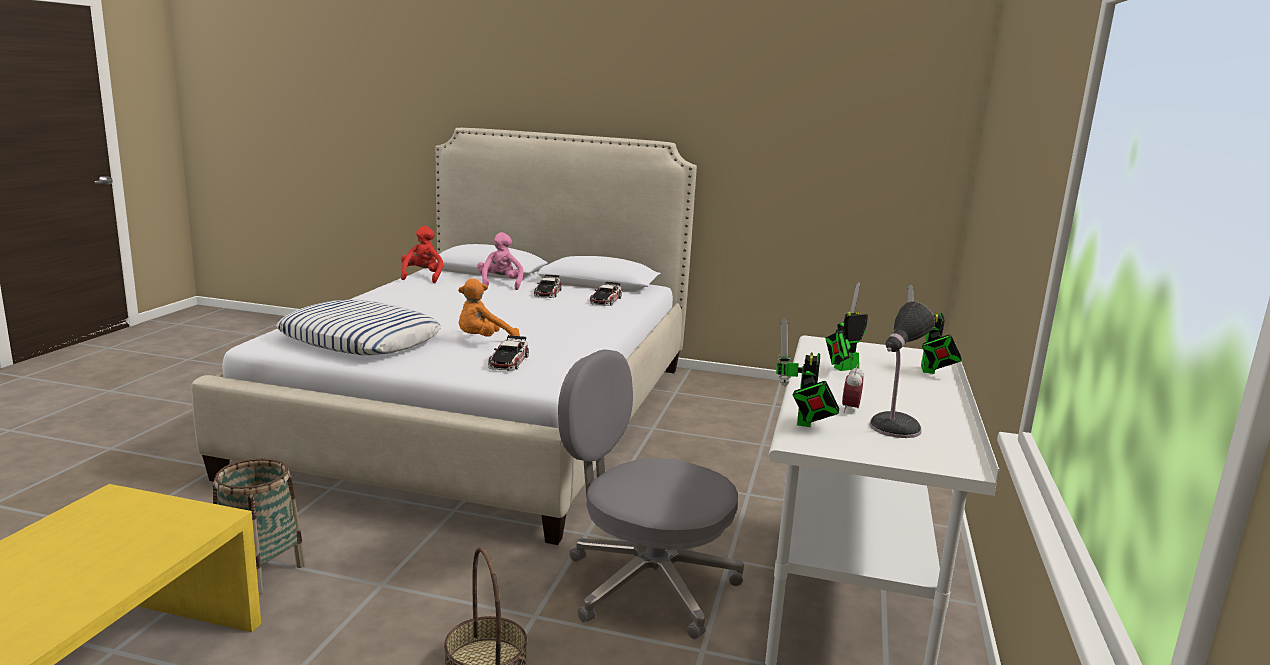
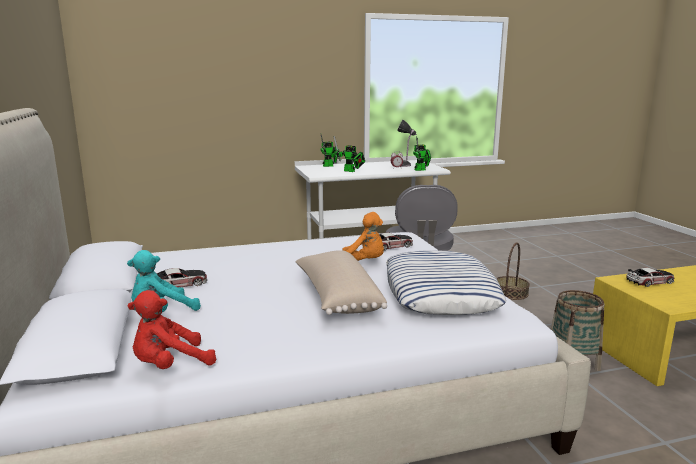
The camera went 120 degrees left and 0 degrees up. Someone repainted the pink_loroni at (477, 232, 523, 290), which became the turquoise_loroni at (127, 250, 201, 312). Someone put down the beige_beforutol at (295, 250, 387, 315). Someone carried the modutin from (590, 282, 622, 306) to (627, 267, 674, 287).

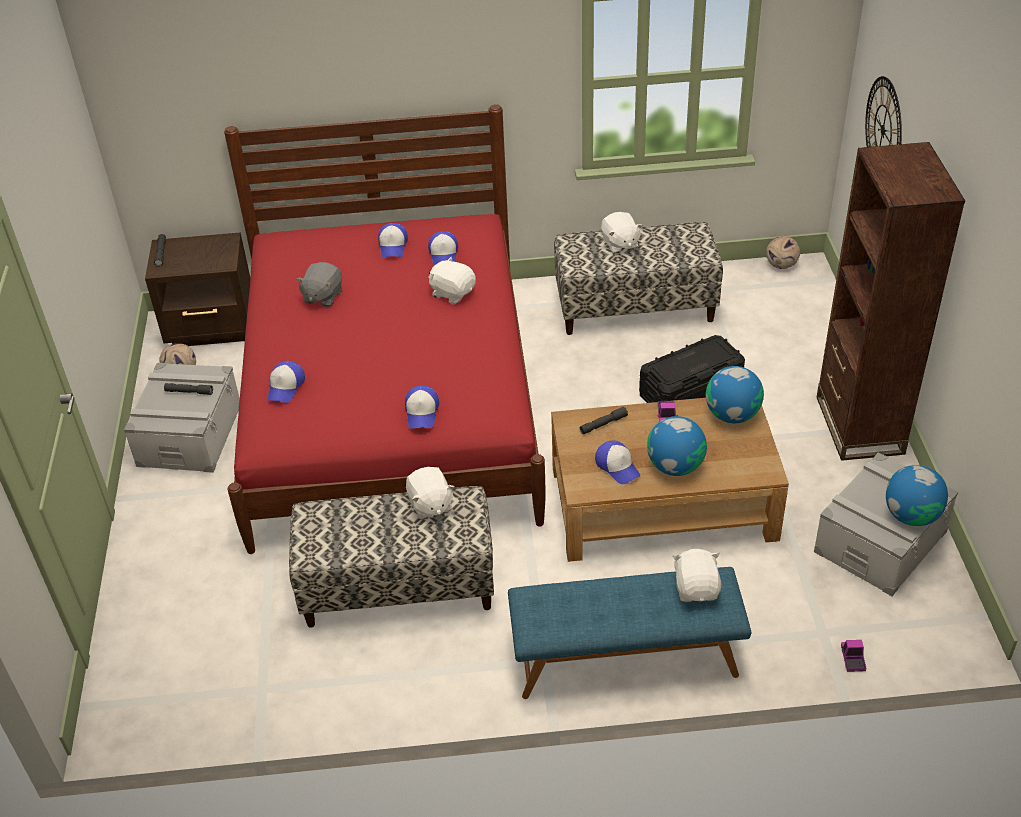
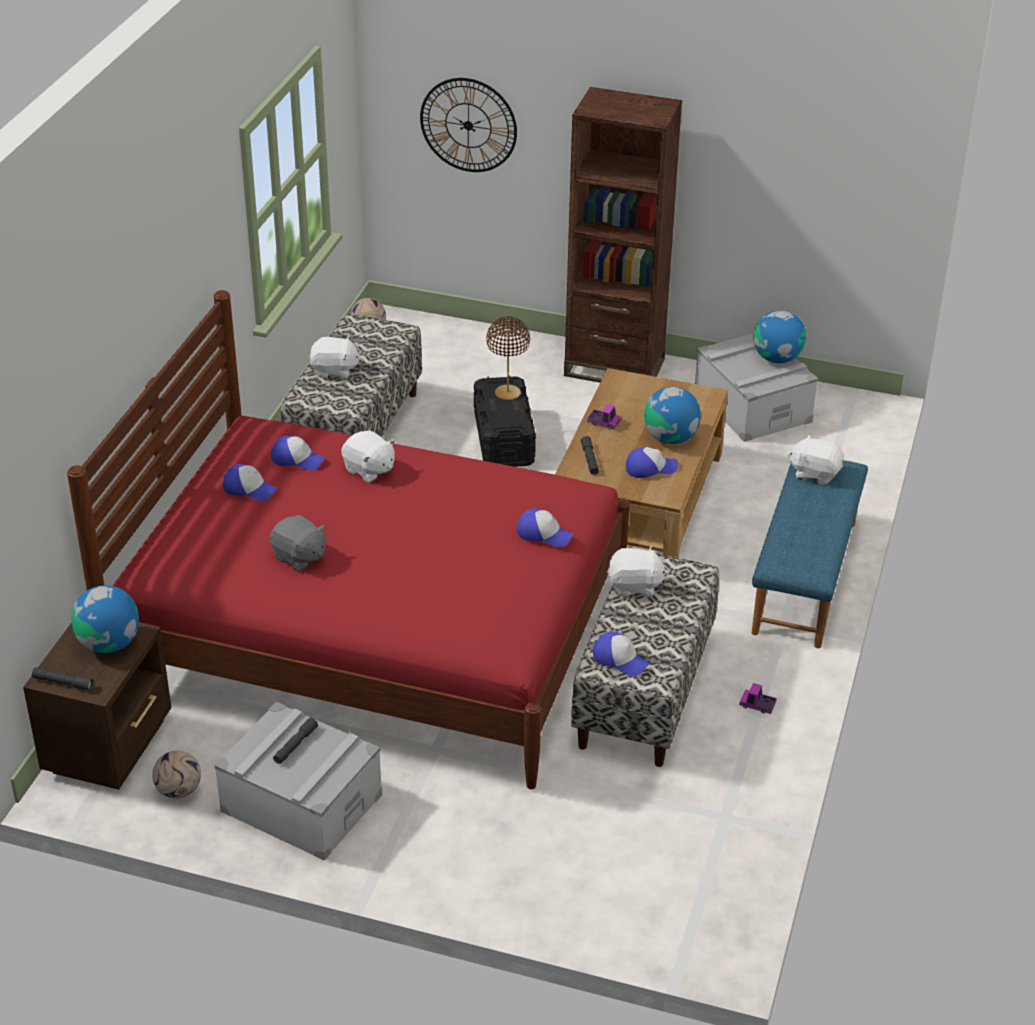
The camera went 70 degrees left and 5 degrees down. Someone carried the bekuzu from (706, 366, 764, 423) to (71, 585, 139, 653). Someone rotated the white_loroni at (428, 257, 476, 305) by 105 degrees counterclockwise. Someone put down the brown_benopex at (486, 316, 530, 400). Someone carried the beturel from (267, 361, 305, 403) to (593, 632, 649, 677). Someone carried the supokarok from (841, 640, 866, 672) to (739, 683, 777, 714).

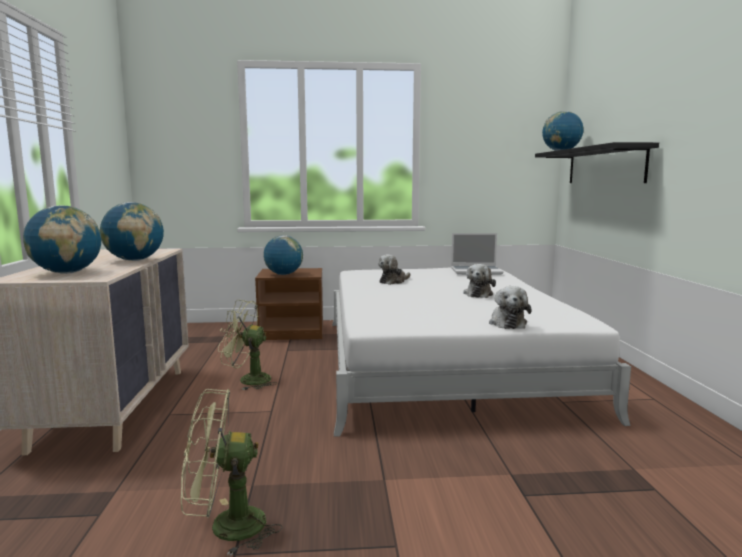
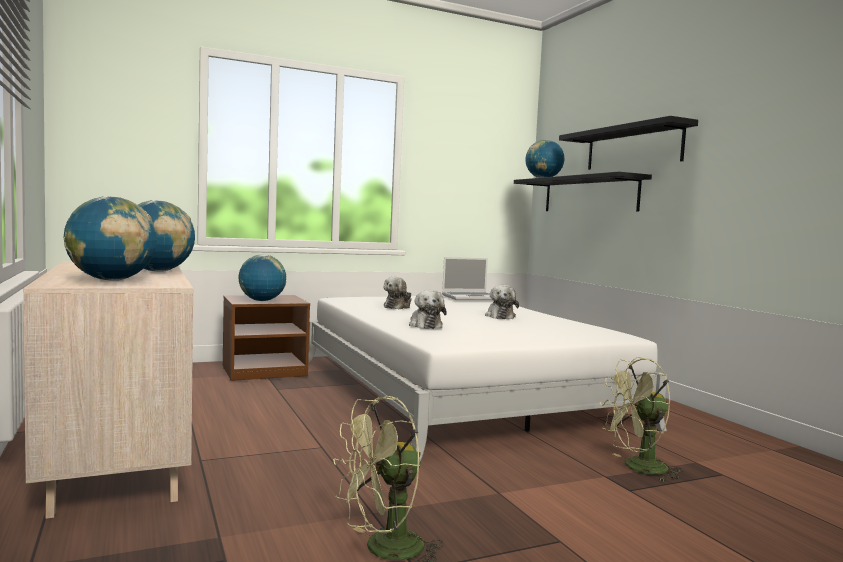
The camera went 20 degrees left and 5 degrees down. Someone carried the loroni from (489, 286, 531, 329) to (409, 290, 447, 329). Someone put up the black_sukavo at (559, 116, 698, 170). Someone carried the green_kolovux from (218, 300, 277, 390) to (600, 357, 683, 481).

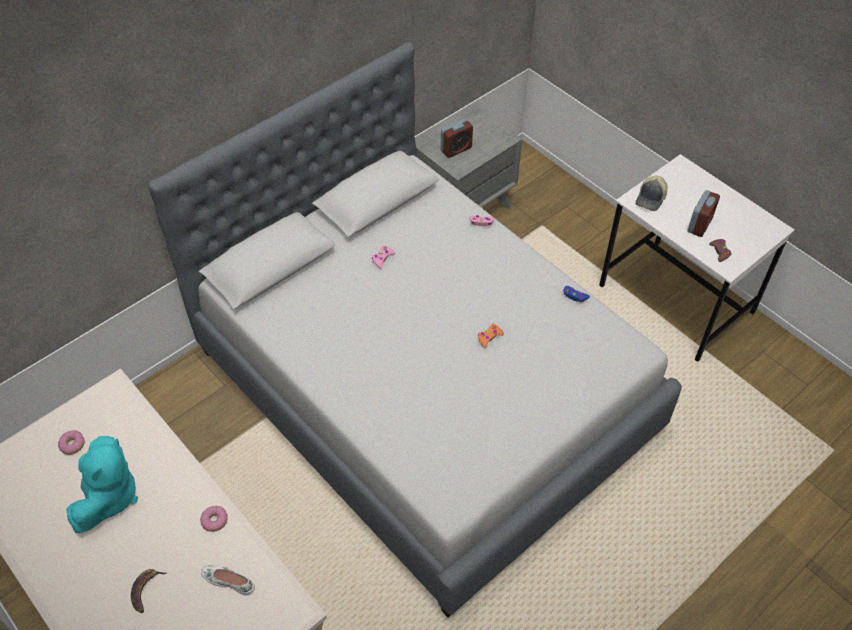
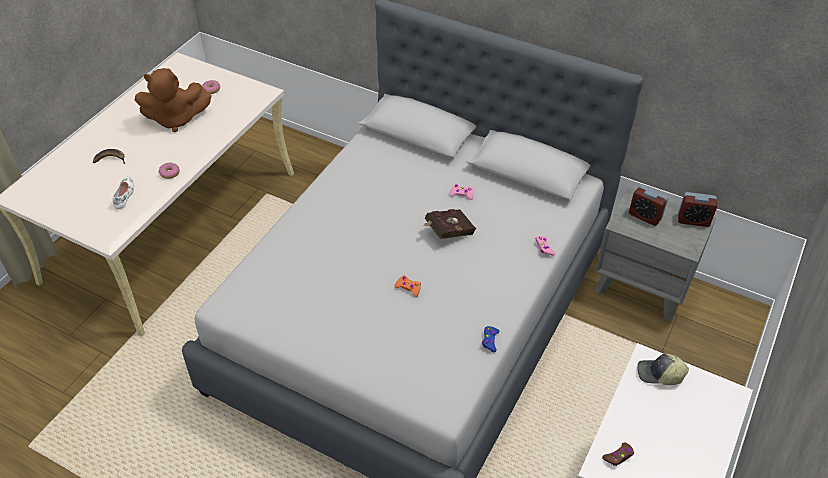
The camera went 70 degrees right and 5 degrees down. Someone repainted the turquoise_loroni at (66, 436, 138, 533), which became the brown_loroni at (135, 68, 211, 132). Someone put down the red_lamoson at (423, 209, 476, 239). Someone carried the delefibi from (687, 190, 720, 237) to (678, 192, 717, 227).

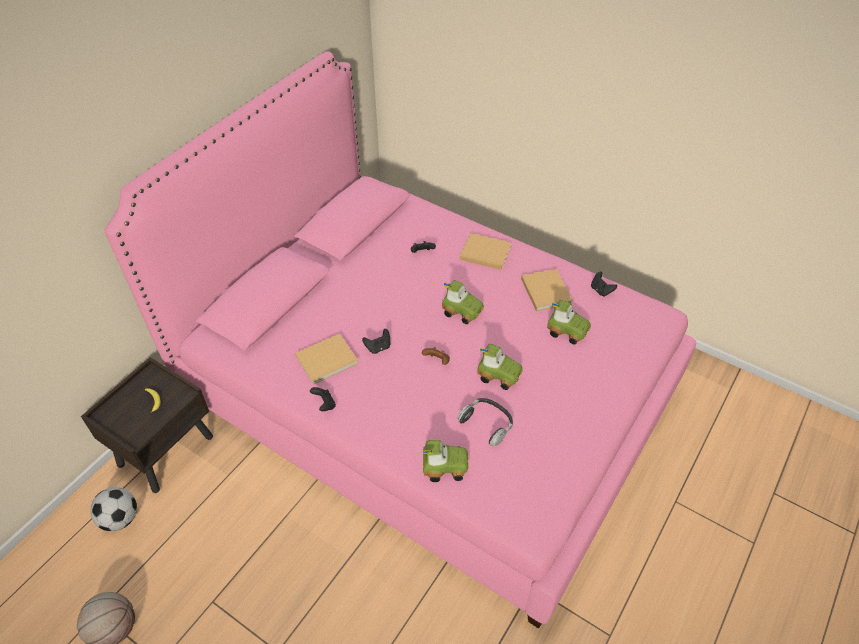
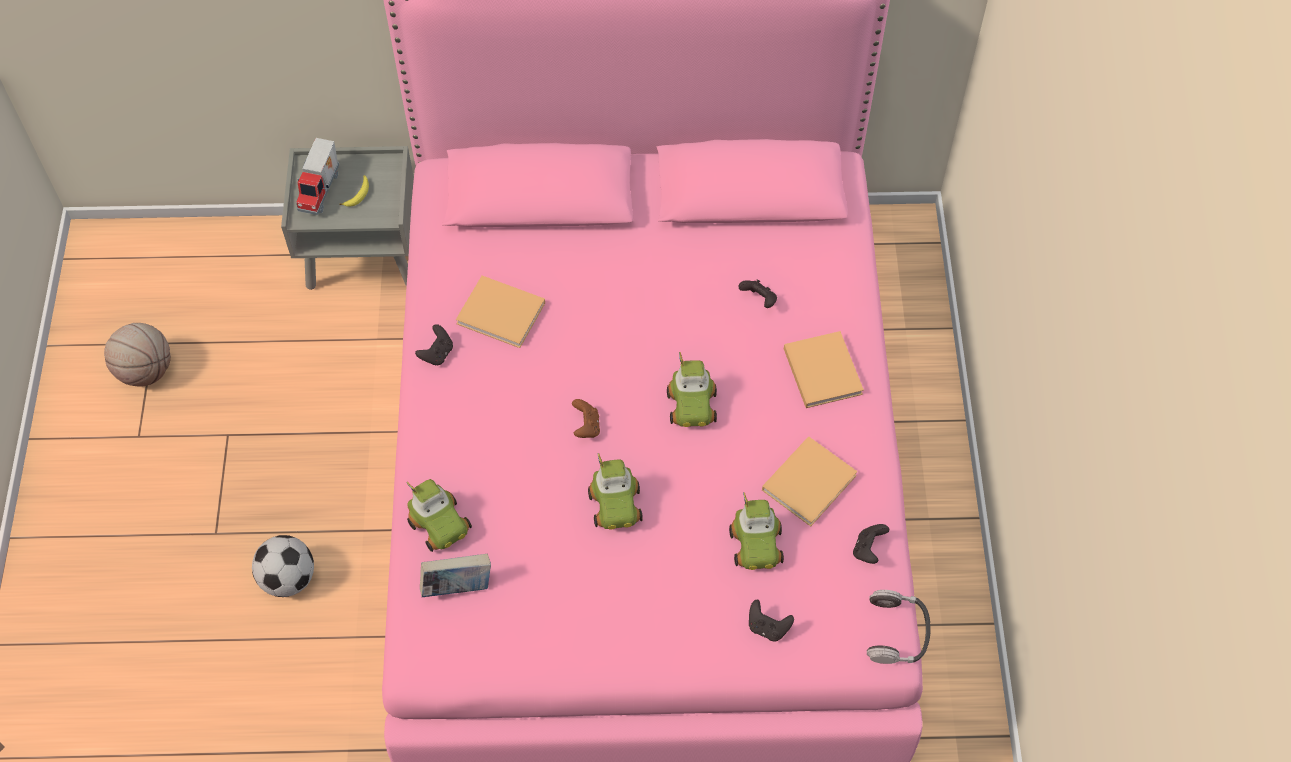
The camera went 55 degrees right and 10 degrees up. Someone carried the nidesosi from (90, 487, 137, 531) to (252, 535, 314, 597). Someone repainted the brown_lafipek at (81, 357, 213, 493), which became the grey_lafipek at (281, 146, 414, 290). Someone put down the supokarok at (296, 138, 339, 215). Someone put down the lamoson at (420, 554, 491, 597). Someone carried the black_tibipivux from (362, 329, 390, 354) to (749, 600, 794, 641). Someone carried the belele from (457, 398, 513, 446) to (867, 590, 931, 664).

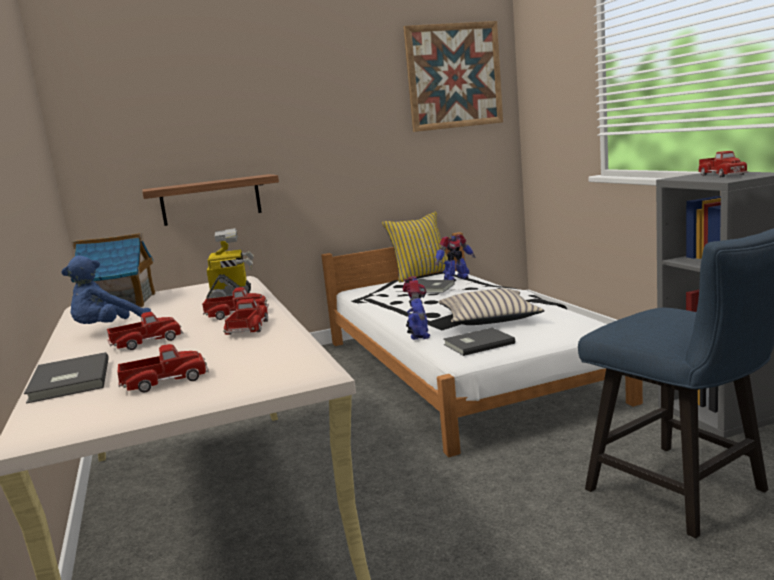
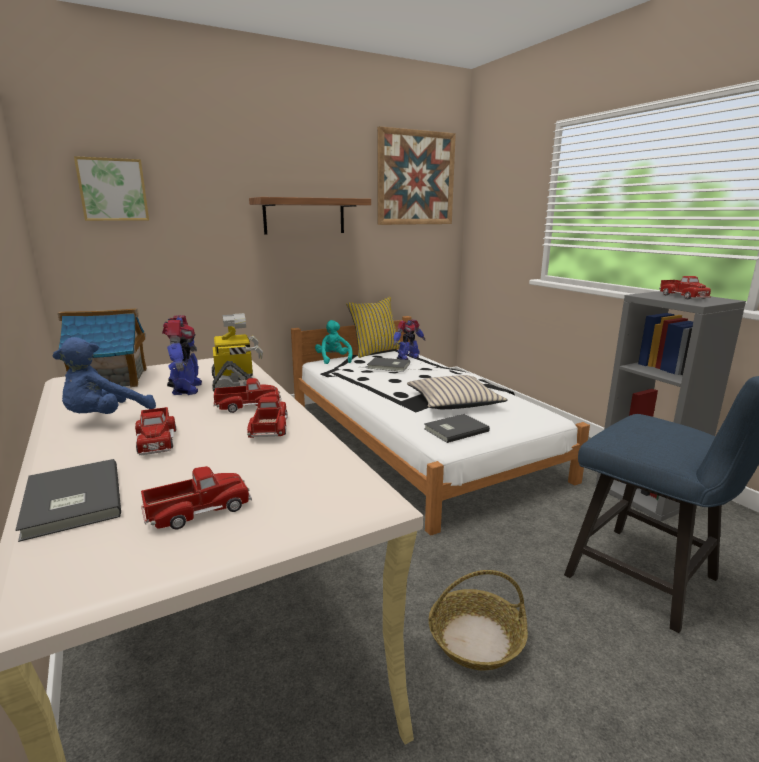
The camera went 10 degrees left and 5 degrees up. Someone put up the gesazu at (74, 156, 149, 221). Someone rotated the supokarok at (107, 312, 183, 350) by 105 degrees clockwise. Someone carried the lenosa from (402, 276, 430, 340) to (162, 315, 202, 395). Someone carried the sukavo from (142, 174, 279, 226) to (249, 197, 371, 234). Someone put down the turquoise_loroni at (315, 320, 352, 364). Someone put down the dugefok at (428, 570, 528, 671).

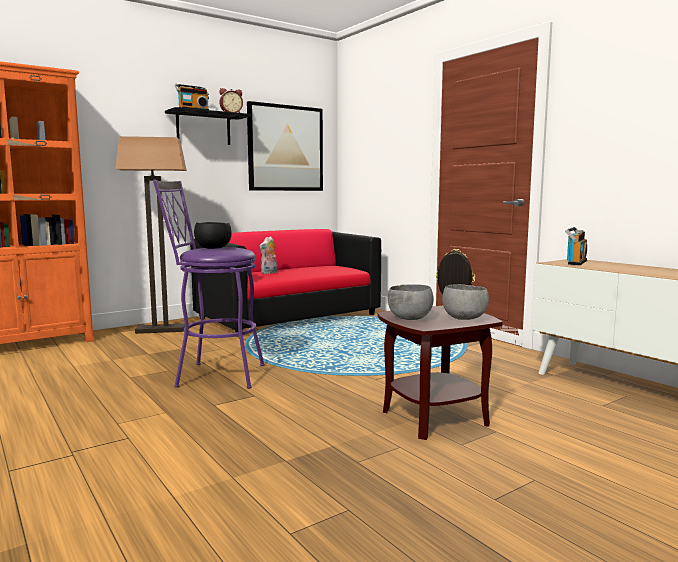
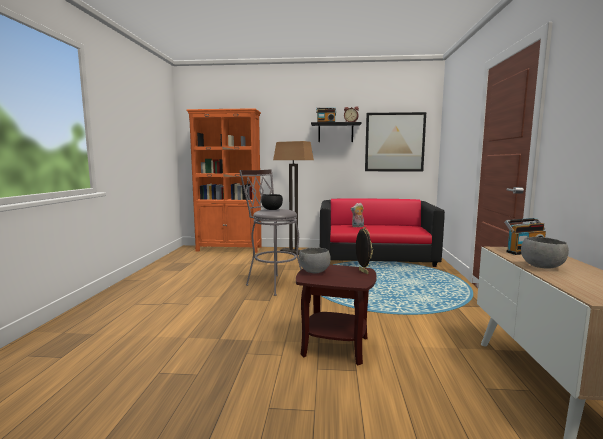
The camera went 40 degrees right and 0 degrees up. Someone repainted the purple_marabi at (153, 179, 265, 389), which became the grey_marabi at (239, 169, 302, 296). Someone carried the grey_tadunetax from (442, 284, 489, 320) to (521, 237, 569, 268).

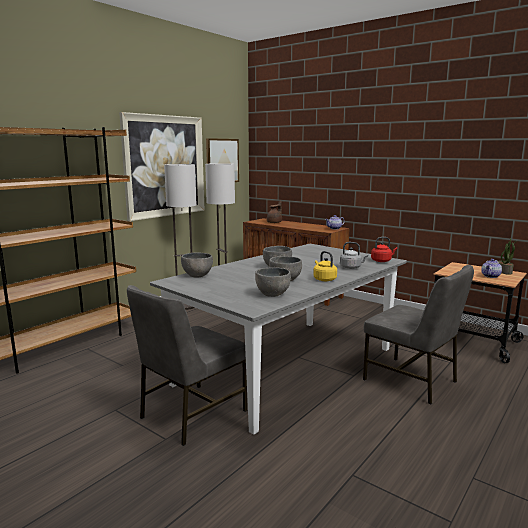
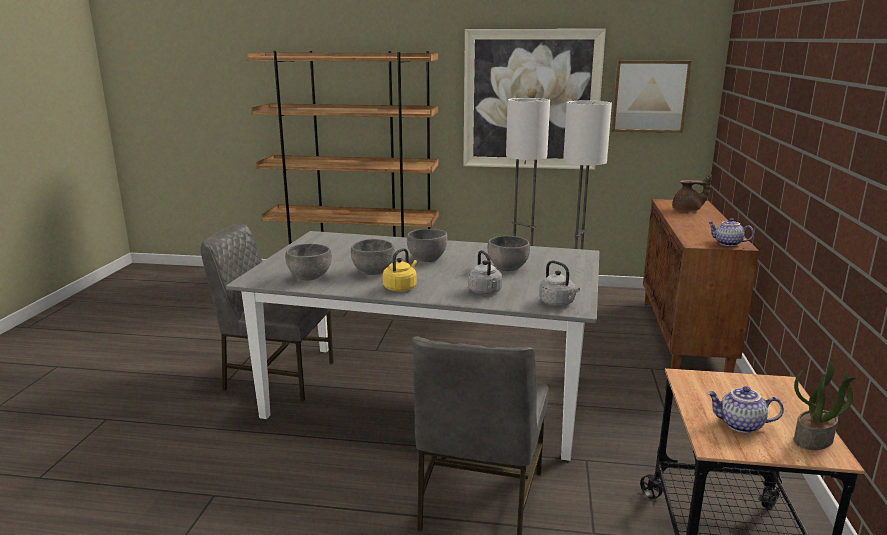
The camera went 60 degrees right and 5 degrees up. Someone carried the grey_tadunetax from (181, 252, 213, 278) to (487, 236, 530, 271). Someone repainted the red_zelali at (371, 237, 398, 262), which became the grey_zelali at (539, 260, 580, 306).

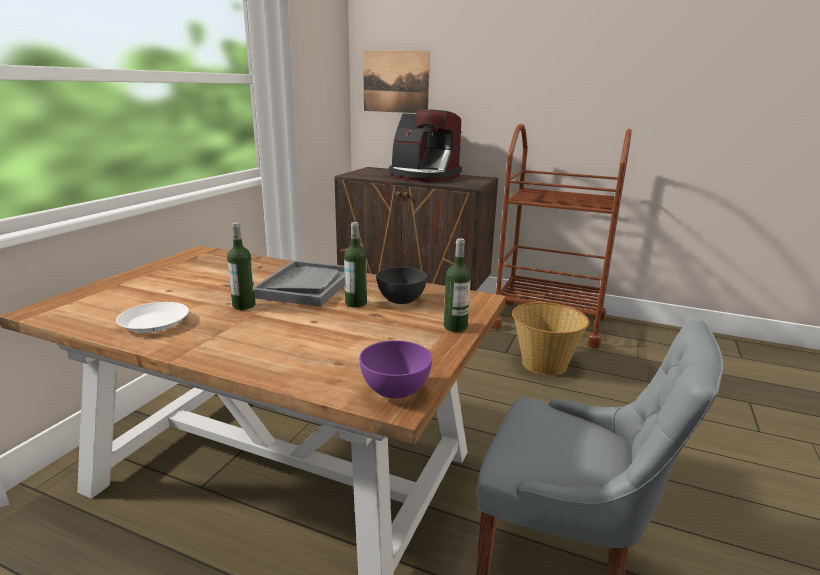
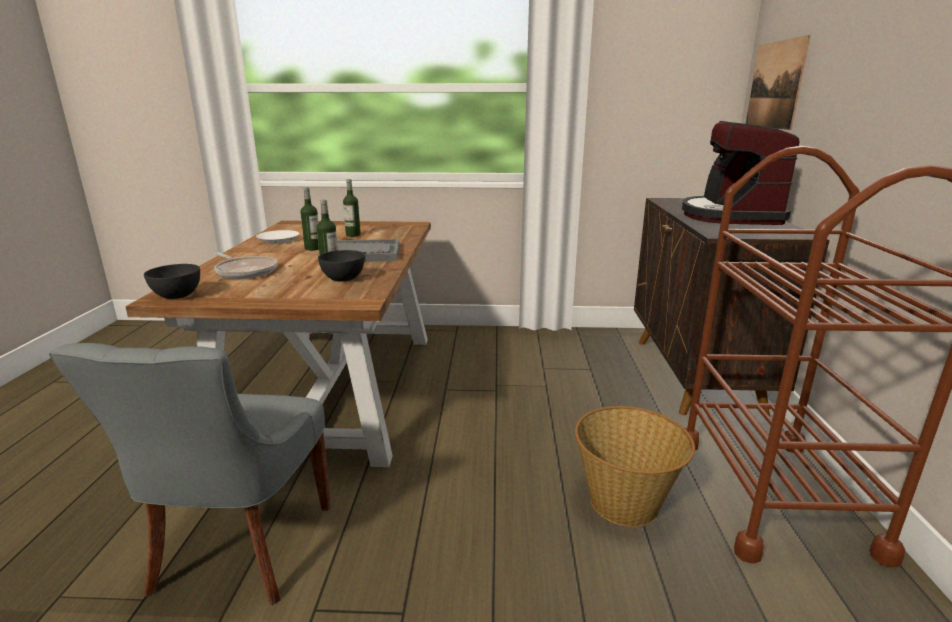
The camera went 70 degrees right and 0 degrees up. Someone repainted the purple_tadunetax at (359, 340, 432, 399), which became the grey_tadunetax at (144, 264, 200, 299). Someone put down the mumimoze at (214, 252, 278, 279). Someone carried the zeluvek from (444, 238, 471, 332) to (343, 179, 361, 237).

